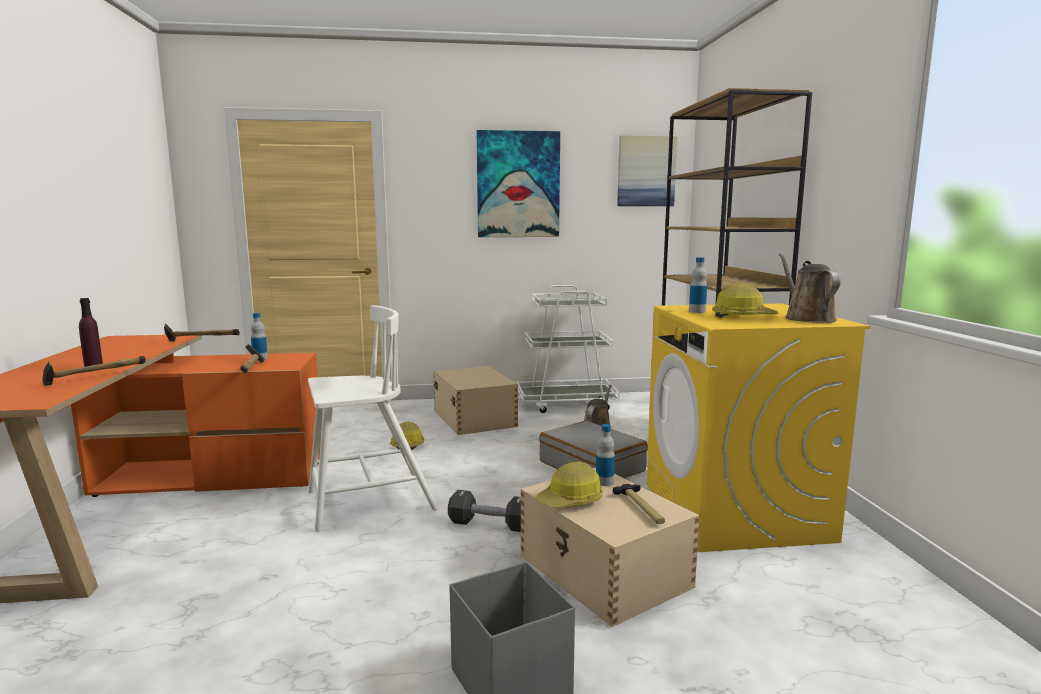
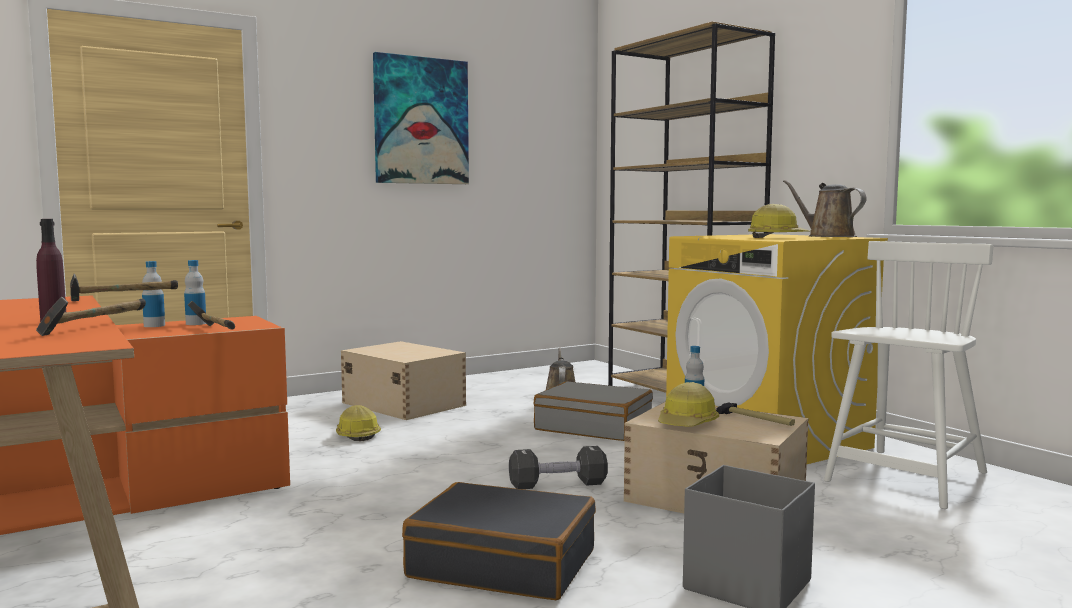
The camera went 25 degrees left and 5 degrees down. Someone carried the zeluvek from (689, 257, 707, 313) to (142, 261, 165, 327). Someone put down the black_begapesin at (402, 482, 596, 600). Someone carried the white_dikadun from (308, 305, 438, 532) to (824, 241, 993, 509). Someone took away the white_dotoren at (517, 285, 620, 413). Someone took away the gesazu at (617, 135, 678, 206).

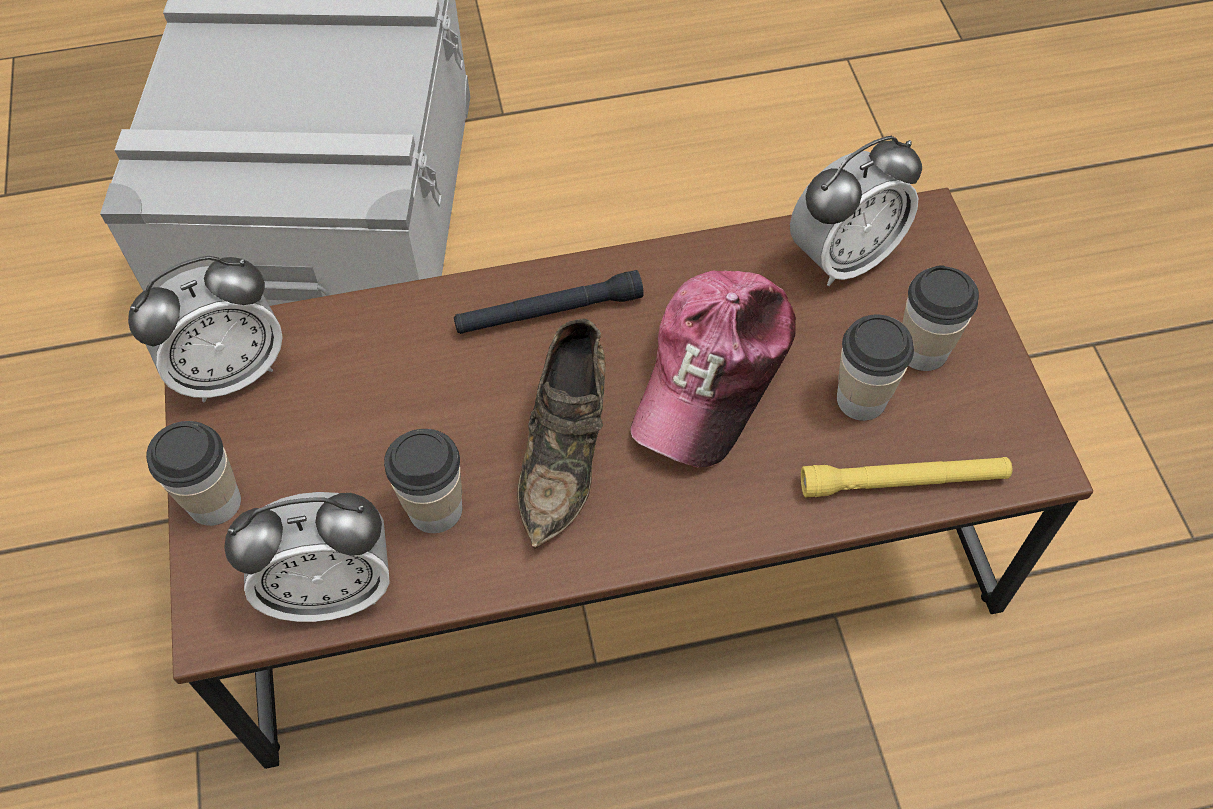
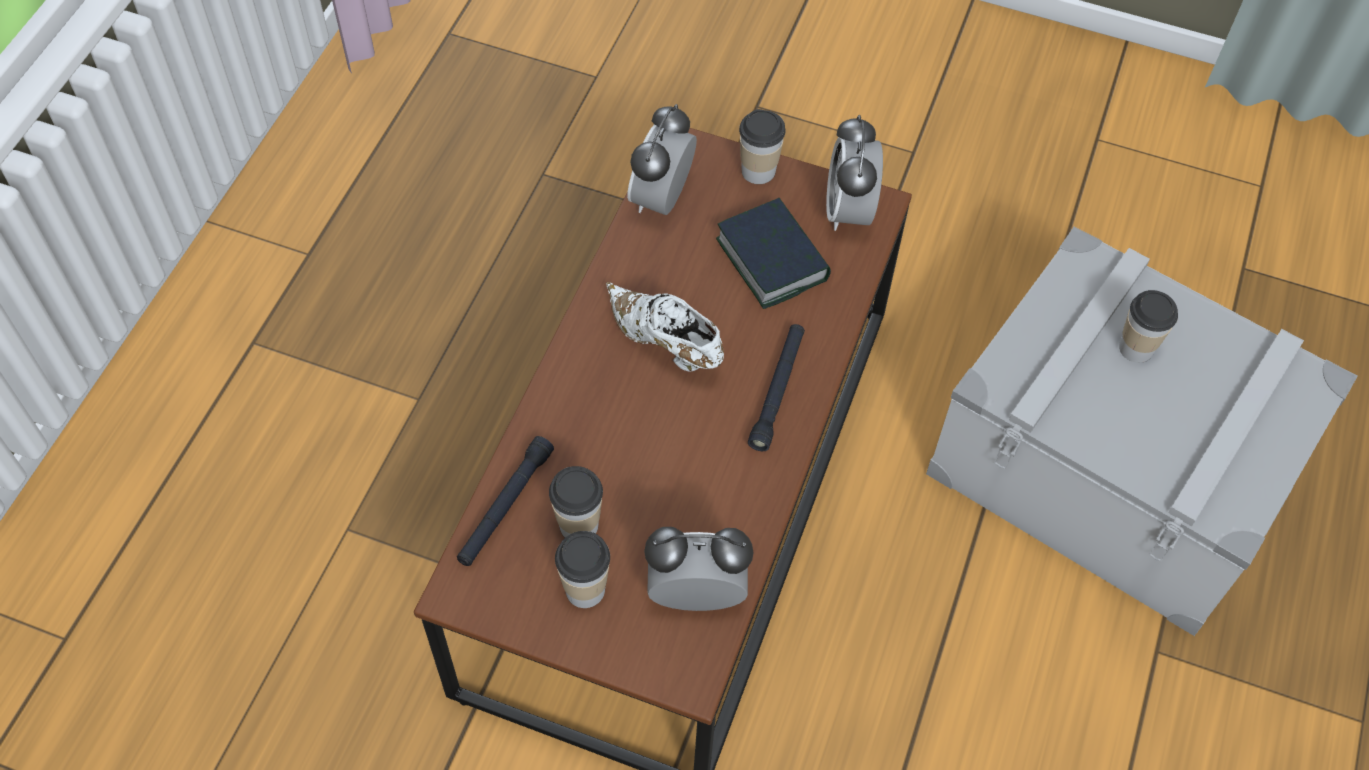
The camera went 120 degrees right and 0 degrees up. Someone repainted the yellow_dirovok at (801, 457, 1012, 497), which became the black_dirovok at (457, 436, 554, 566). Someone repainted the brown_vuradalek at (516, 318, 606, 549), which became the white_vuradalek at (606, 282, 724, 371). Someone rotated the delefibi at (790, 136, 922, 286) by 90 degrees clockwise. Someone put down the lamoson at (716, 198, 831, 309). Someone carried the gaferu from (384, 429, 462, 533) to (1119, 290, 1178, 363). Someone took away the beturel at (631, 270, 796, 468).

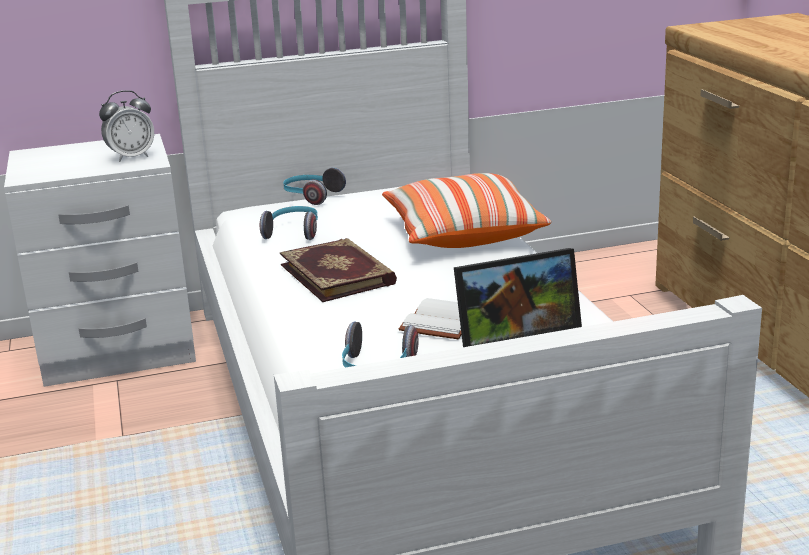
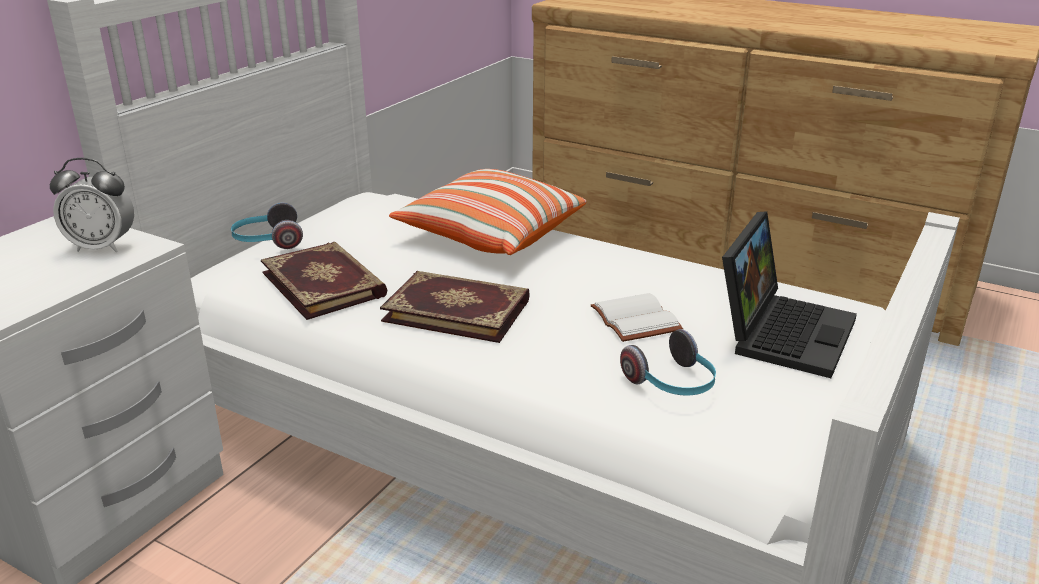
The camera went 45 degrees left and 5 degrees up. Someone rotated the delefibi at (99, 90, 154, 162) by 75 degrees clockwise. Someone swapped the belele at (260, 206, 318, 240) for the lamoson at (261, 242, 387, 320).

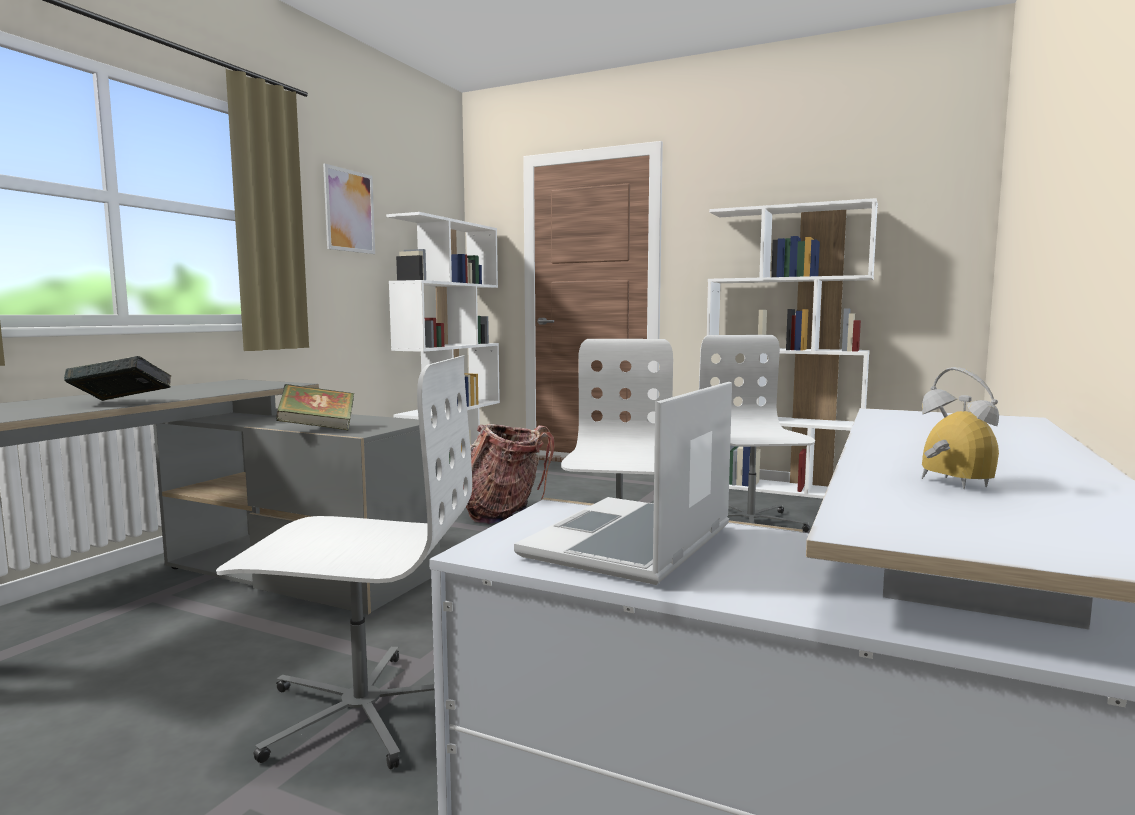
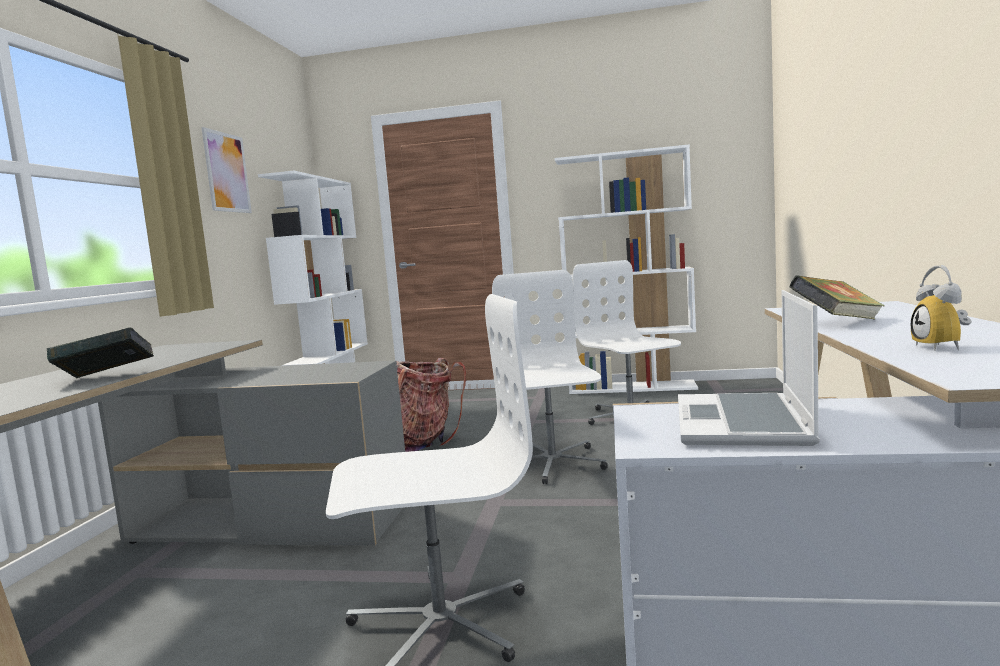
The camera went 15 degrees left and 0 degrees up. Someone carried the lamoson from (276, 384, 354, 430) to (789, 275, 885, 320). Someone rotated the delefibi at (922, 367, 999, 489) by 135 degrees counterclockwise.

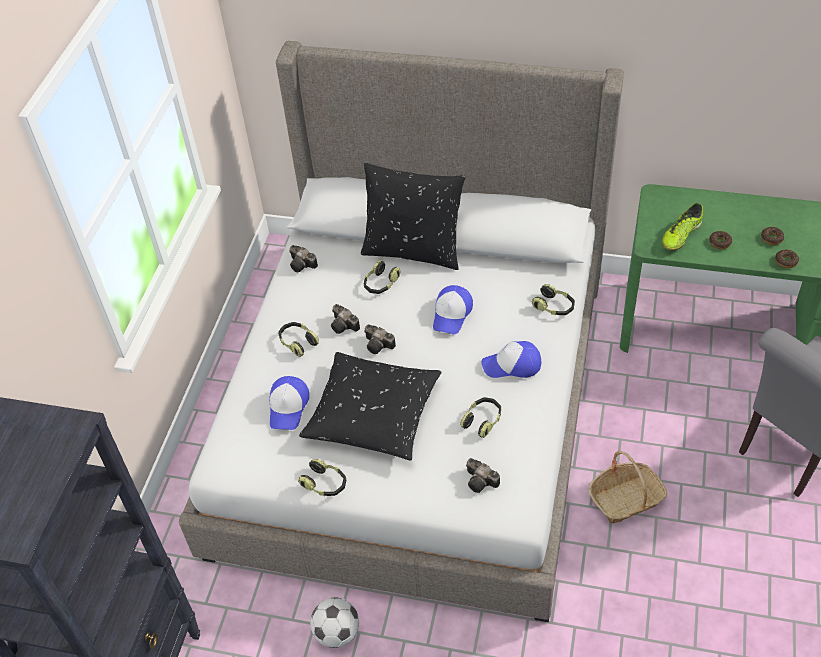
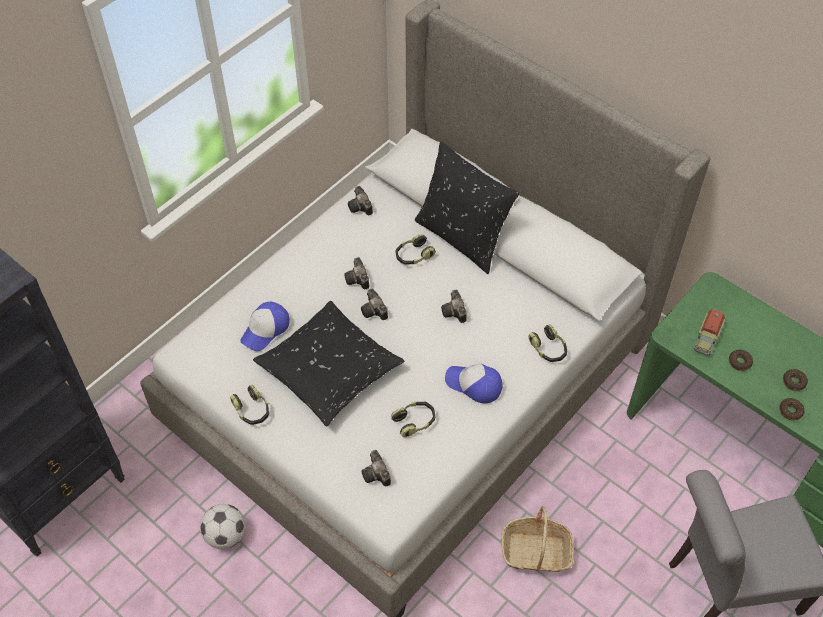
The camera went 25 degrees right and 5 degrees up. Someone swapped the beturel at (433, 285, 473, 334) for the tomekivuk at (441, 289, 466, 323). Someone swapped the vuradalek at (662, 203, 703, 251) for the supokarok at (694, 309, 725, 355). Someone took away the belele at (278, 322, 319, 357).

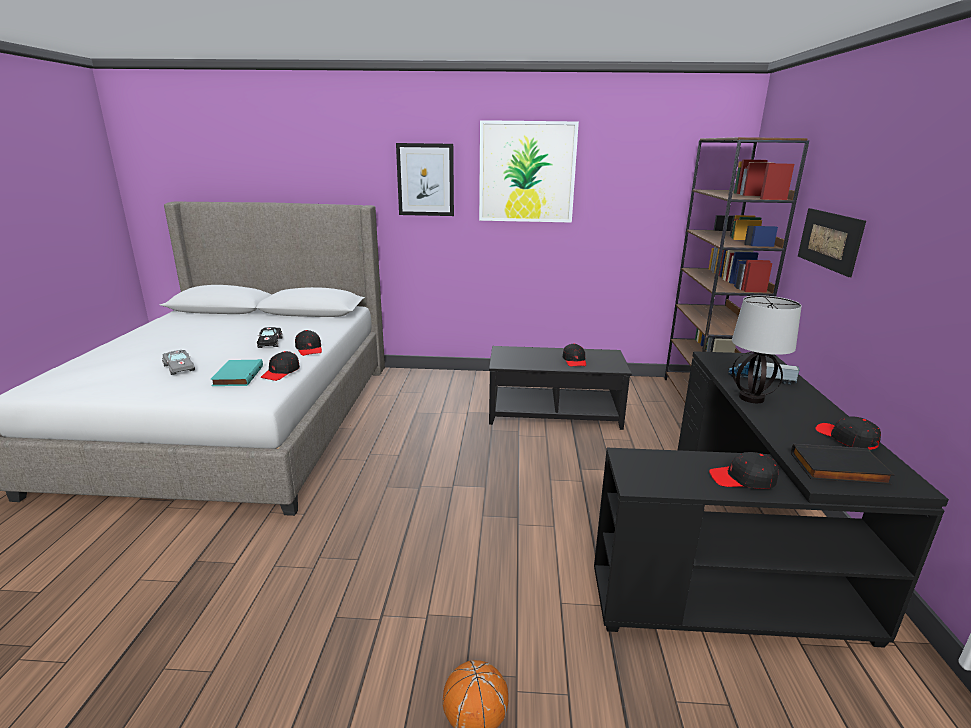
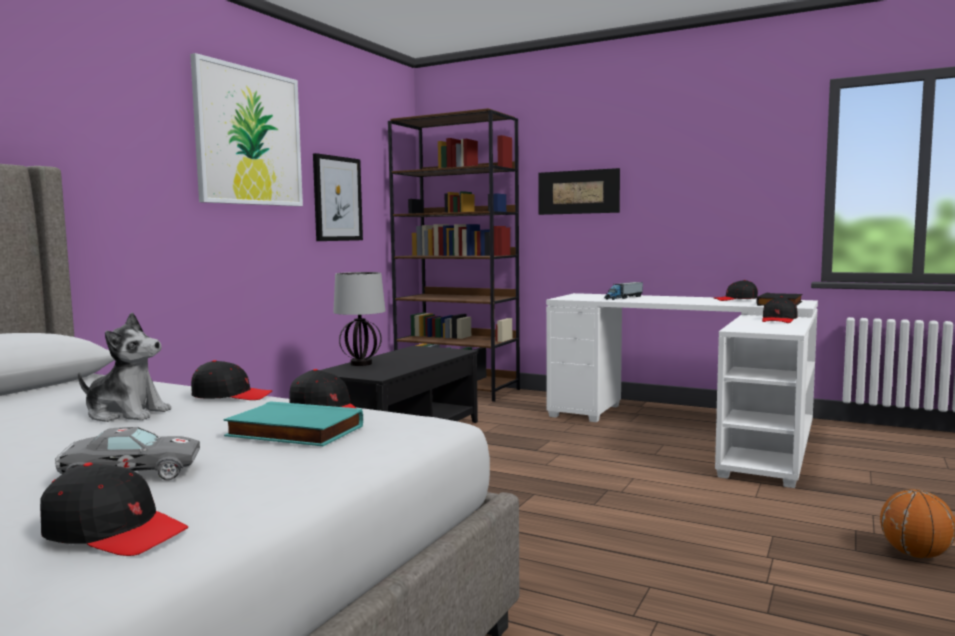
The camera went 65 degrees left and 15 degrees down. Someone carried the black_beturel from (563, 344, 586, 367) to (40, 463, 188, 556). Someone swapped the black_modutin at (257, 327, 283, 348) for the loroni at (78, 313, 171, 422). Someone carried the gesazu from (396, 143, 454, 216) to (313, 153, 363, 241). Someone carried the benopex from (732, 295, 802, 403) to (333, 272, 386, 366). Someone repainted the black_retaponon at (594, 351, 949, 648), which became the white_retaponon at (546, 293, 818, 488).

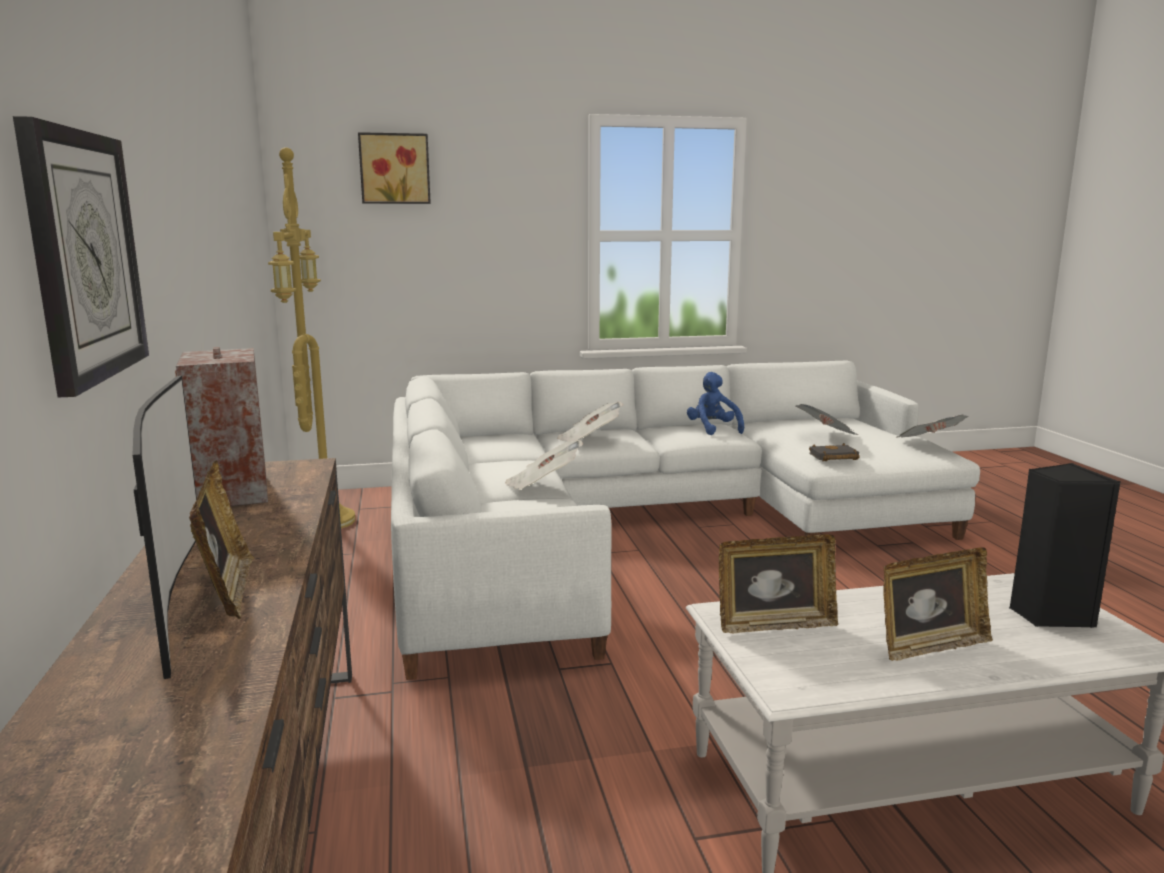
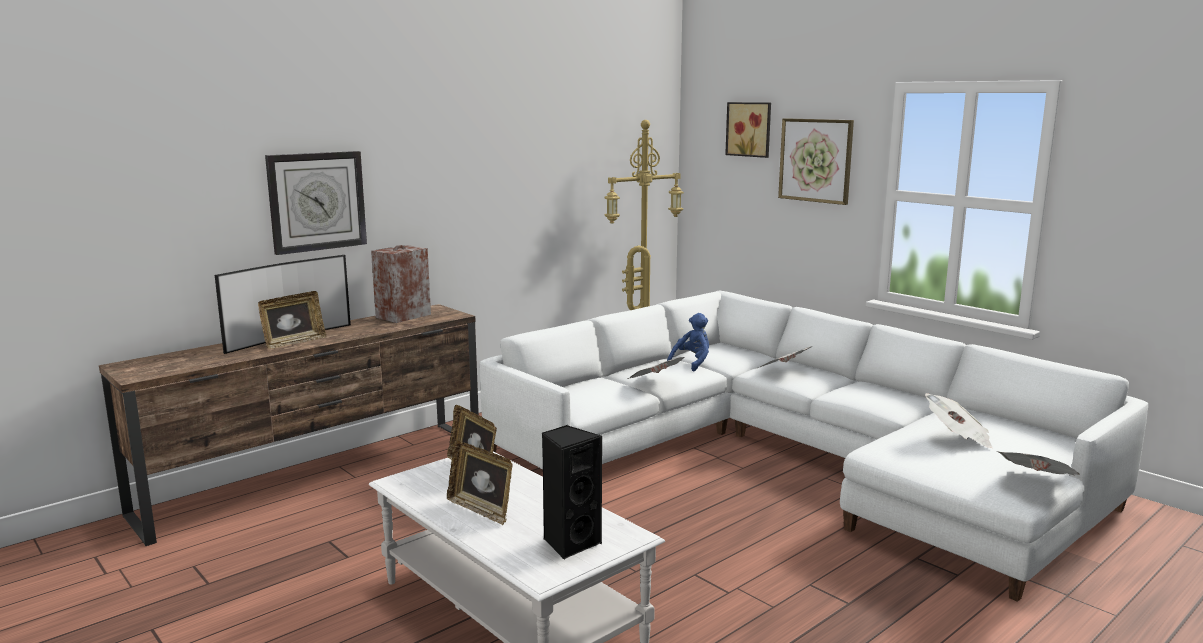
The camera went 60 degrees right and 0 degrees up. Someone carried the blue_loroni from (687, 372, 744, 435) to (667, 313, 709, 371). Someone put up the gesazu at (778, 118, 854, 205). Someone took away the black_lamoson at (809, 443, 860, 461).

